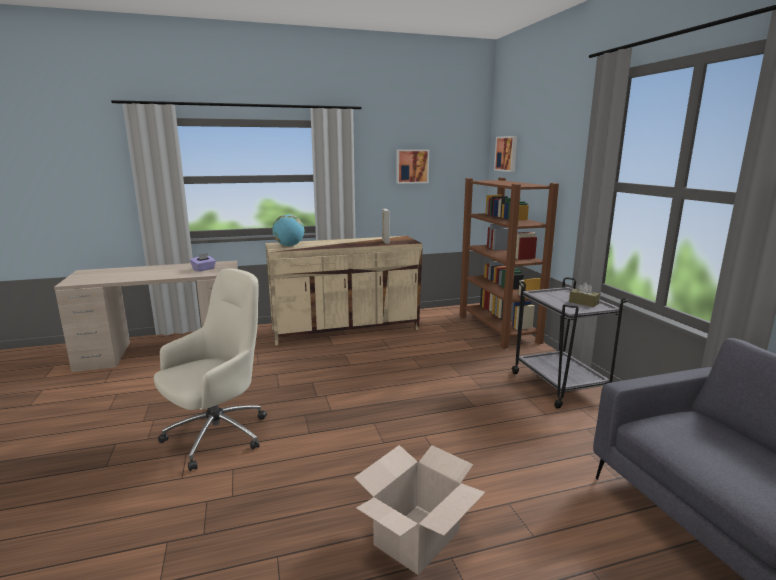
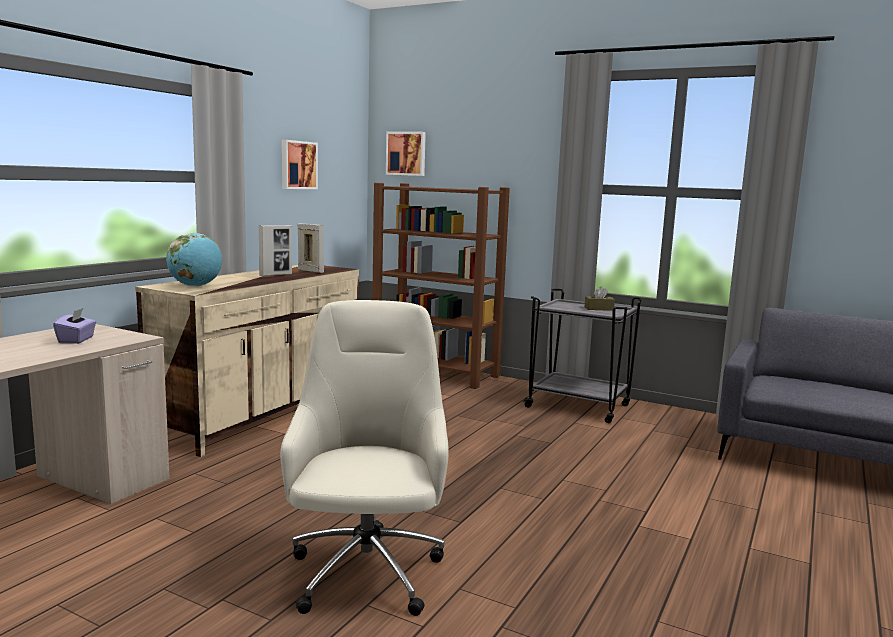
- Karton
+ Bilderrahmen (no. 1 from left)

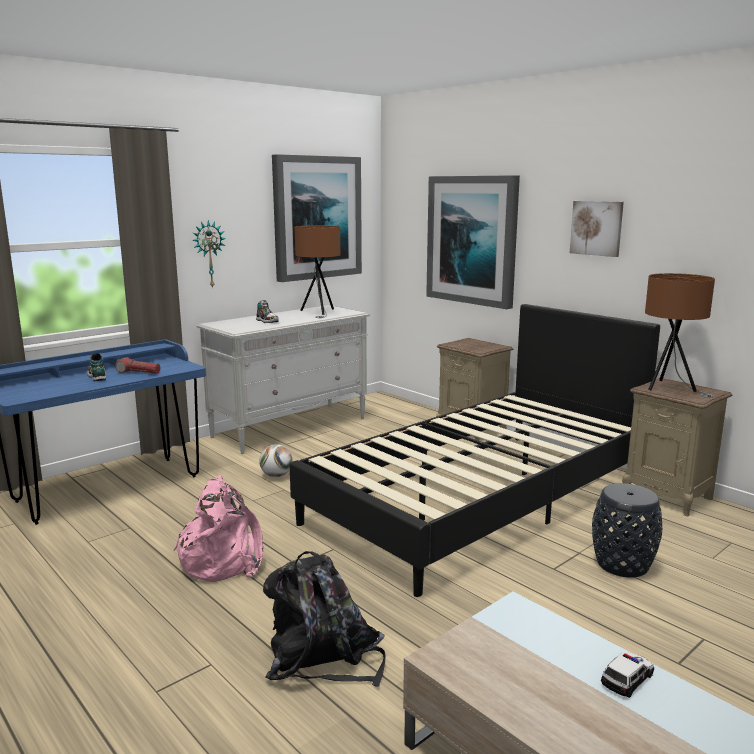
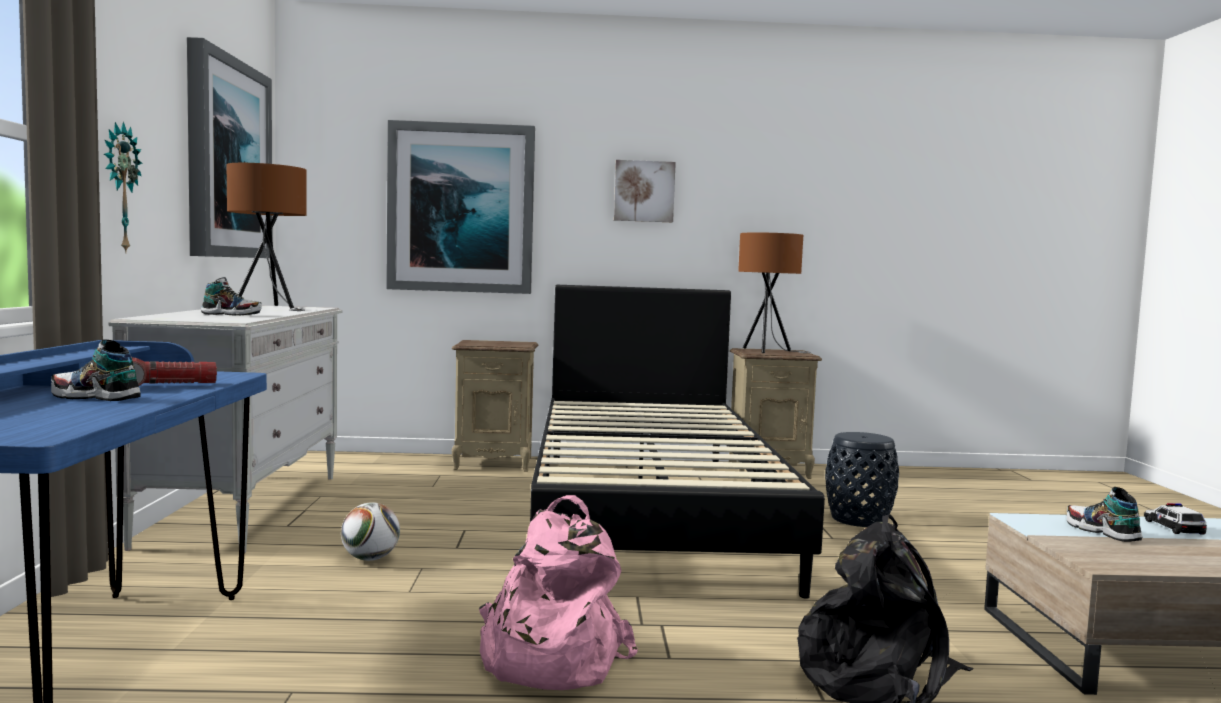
+ Schuh (no. 3 from left)

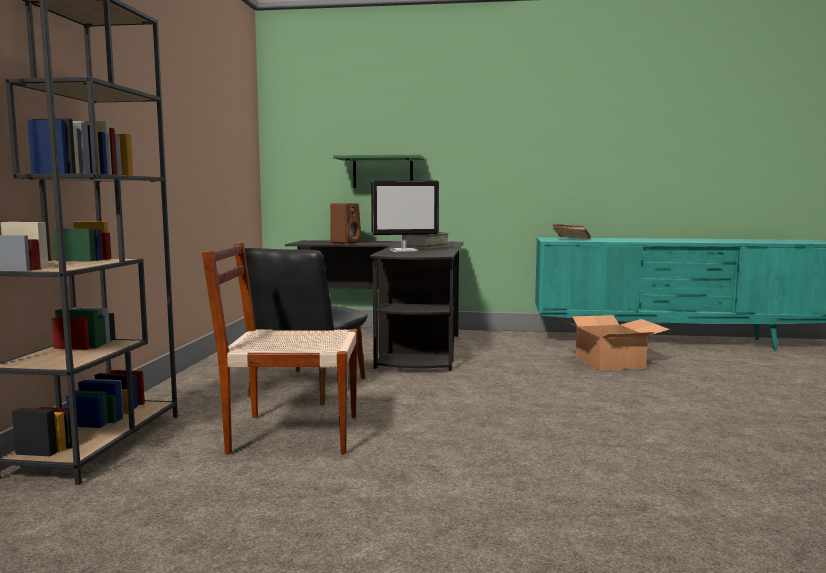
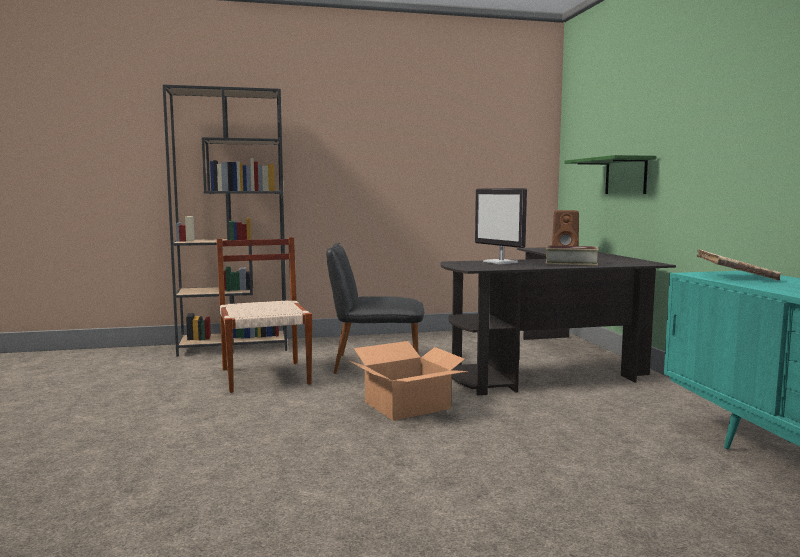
~ Karton

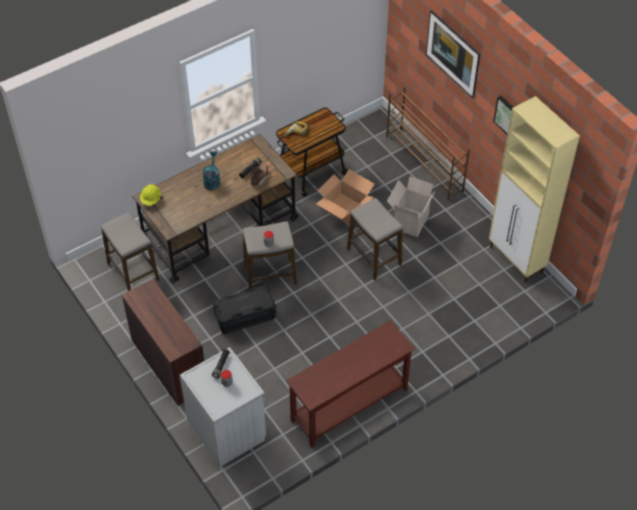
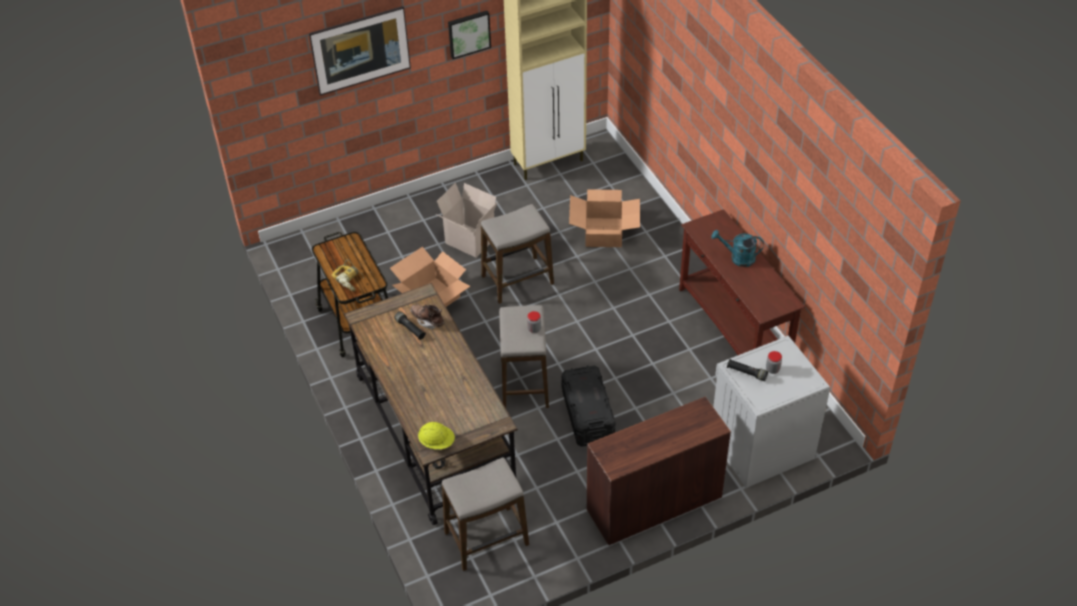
- Schuhregal [braun]
~ Gießkanne [türkis]
+ Karton (no. 3 from left)

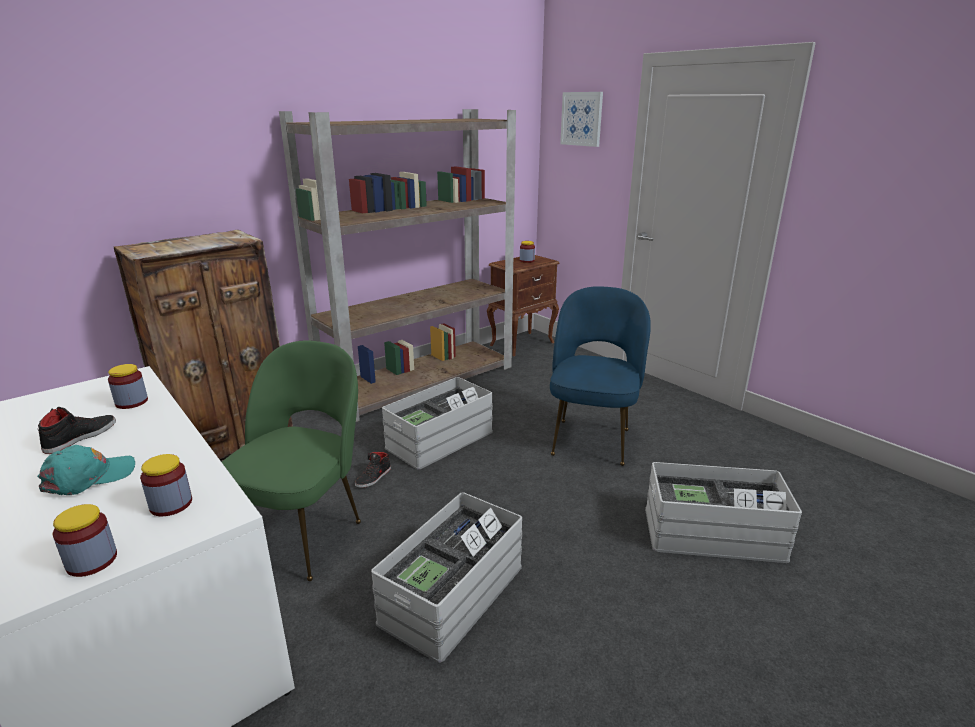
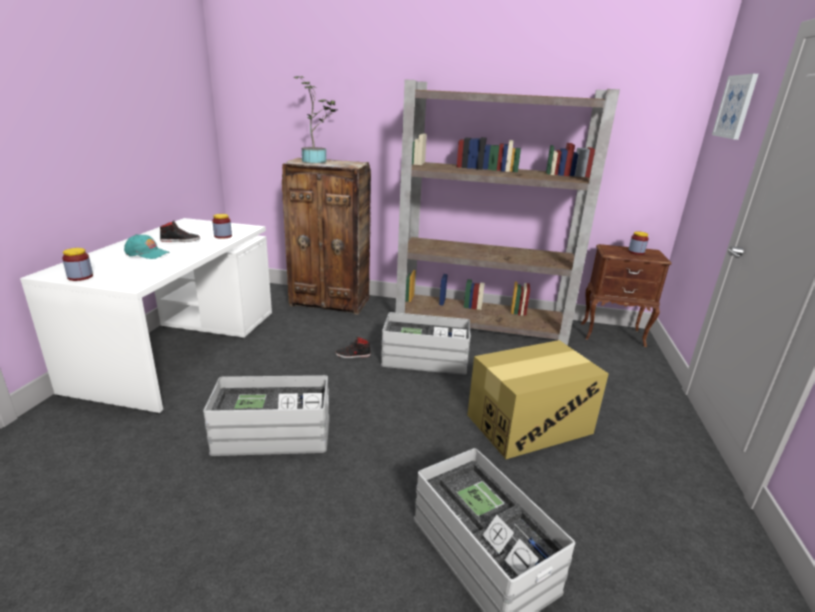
~ Stuhl [blau] to Karton
- Stuhl [grün]
- Vorratsglas (no. 3 from left)
+ Topfpflanze

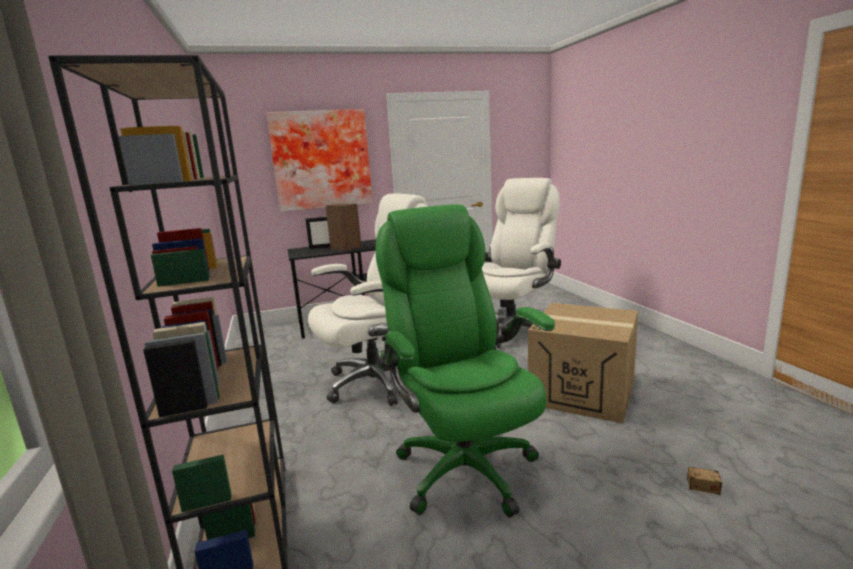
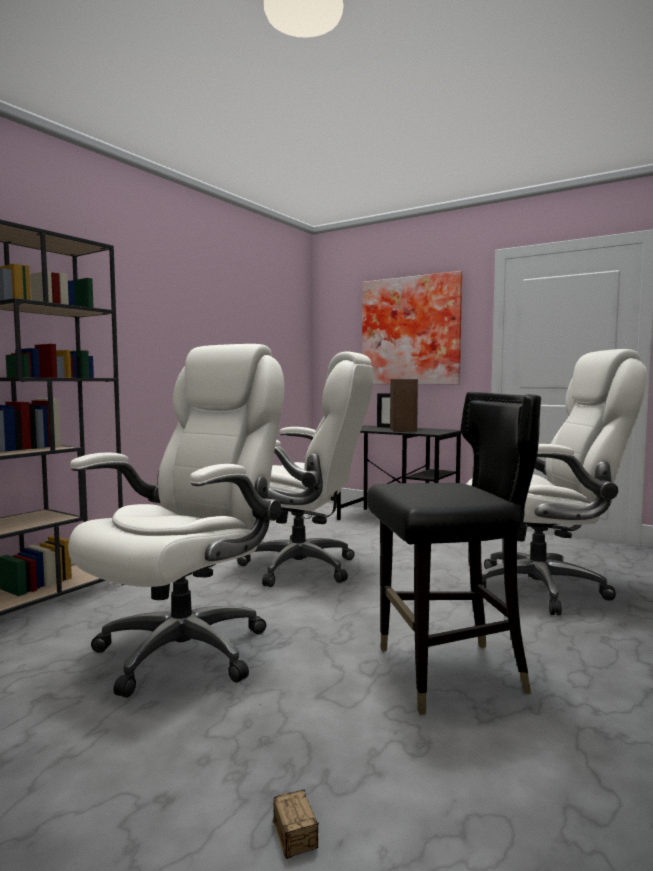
~ Bürostuhl [grün] to Bürostuhl [weiß] (no. 1 from left)
~ Karton to Stuhl [schwarz]

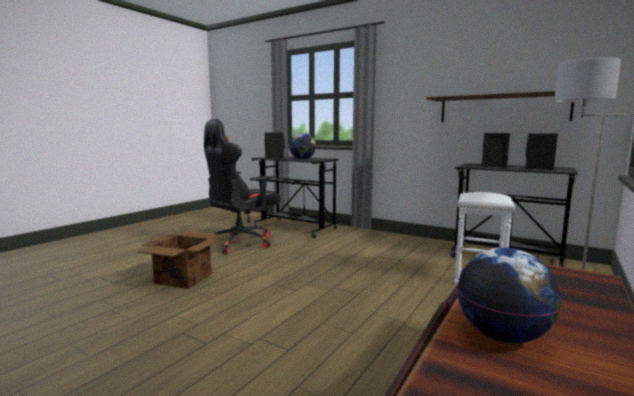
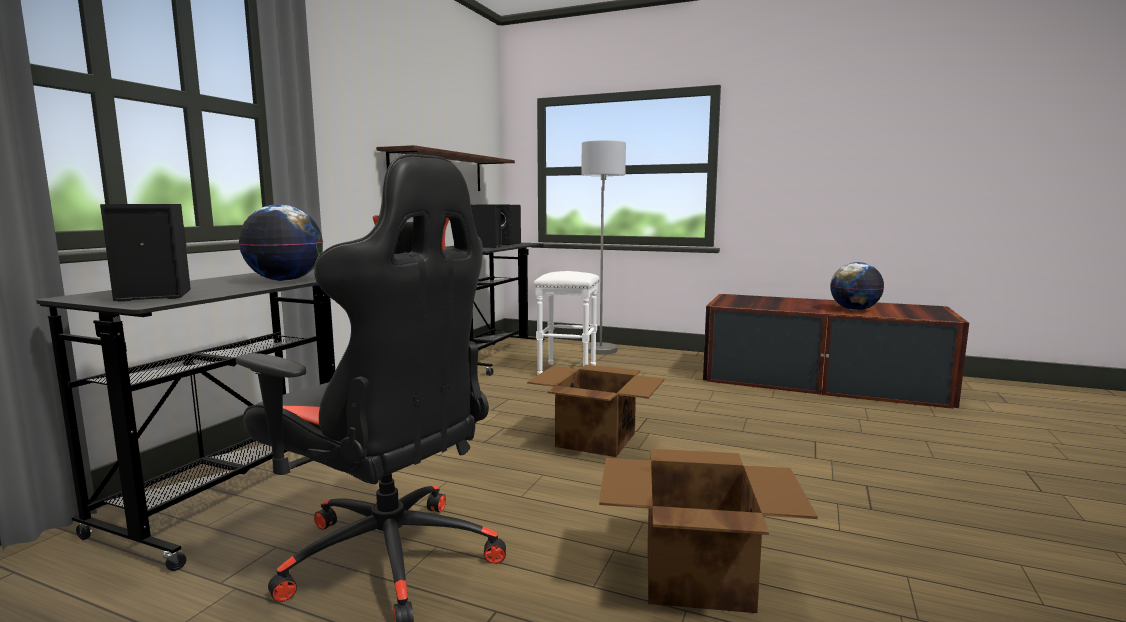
+ Karton (no. 1 from left)

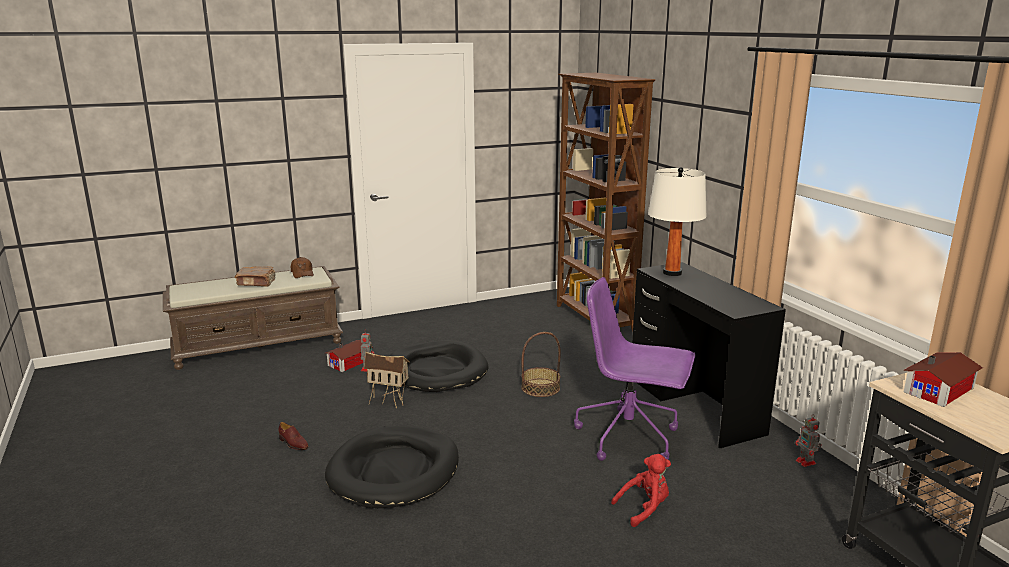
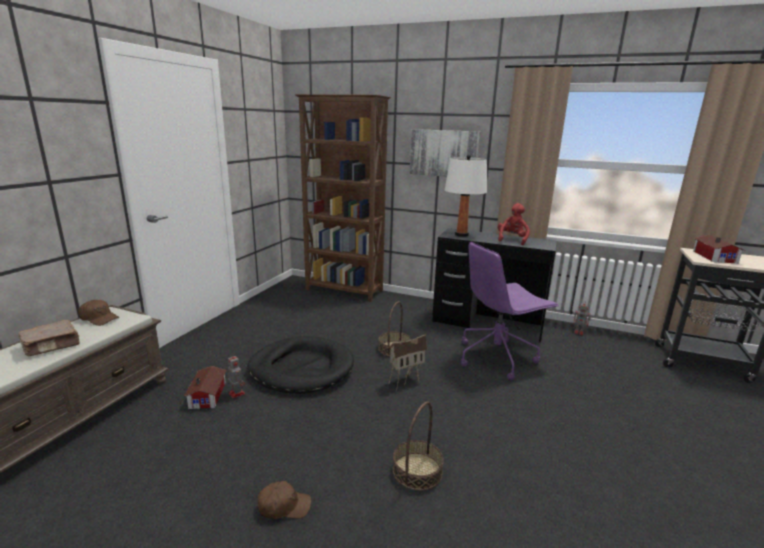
~ Spielzeughaus (no. 2 from left)
~ Schuh [braun] to Kappe [braun] (no. 2 from left)
~ Hundebett [schwarz] (no. 1 from left) to Korb (no. 2 from left)
~ Plüschtier [rot]
+ Bild

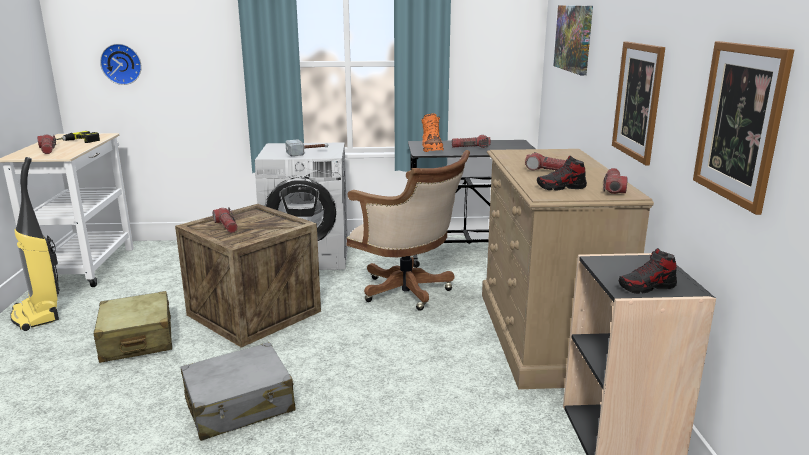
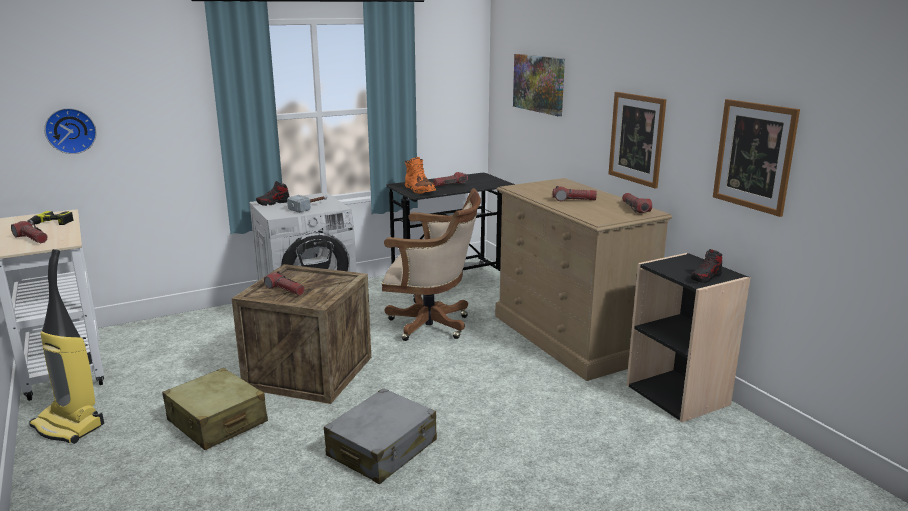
~ Schuh (no. 1 from left)

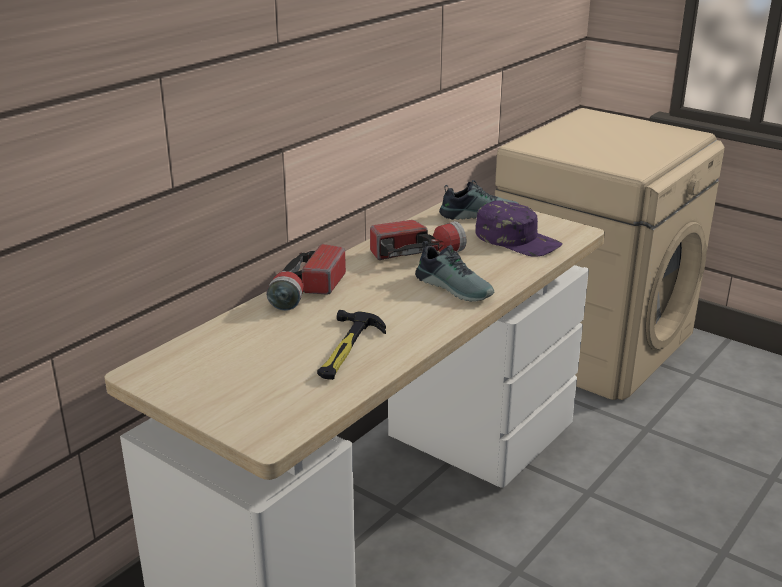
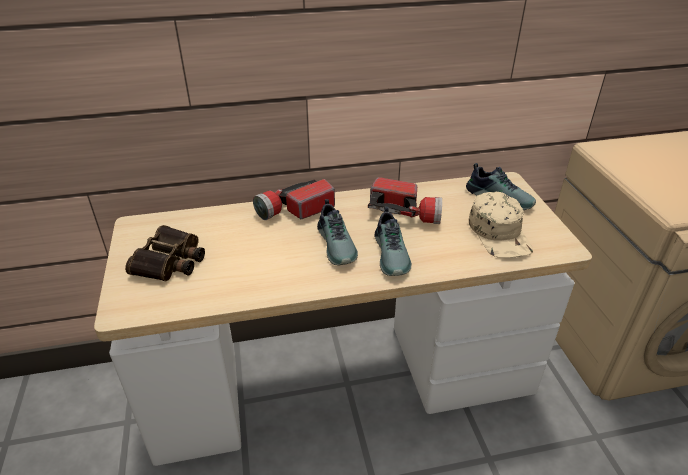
~ Kappe [lila] to Kappe [beige]
- Hammer
+ Schuh (no. 1 from left)
+ Fernglas

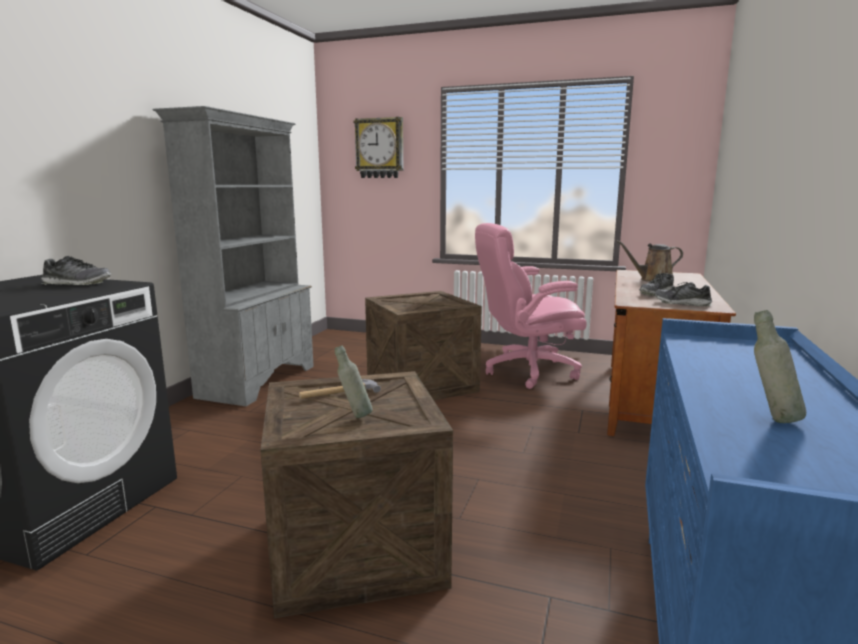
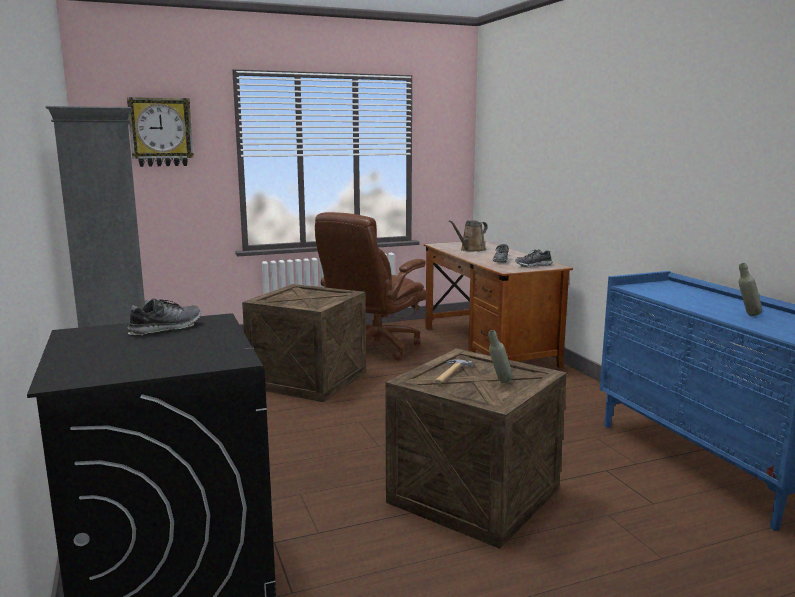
~ Bürostuhl [rosa] to Bürostuhl [braun]

